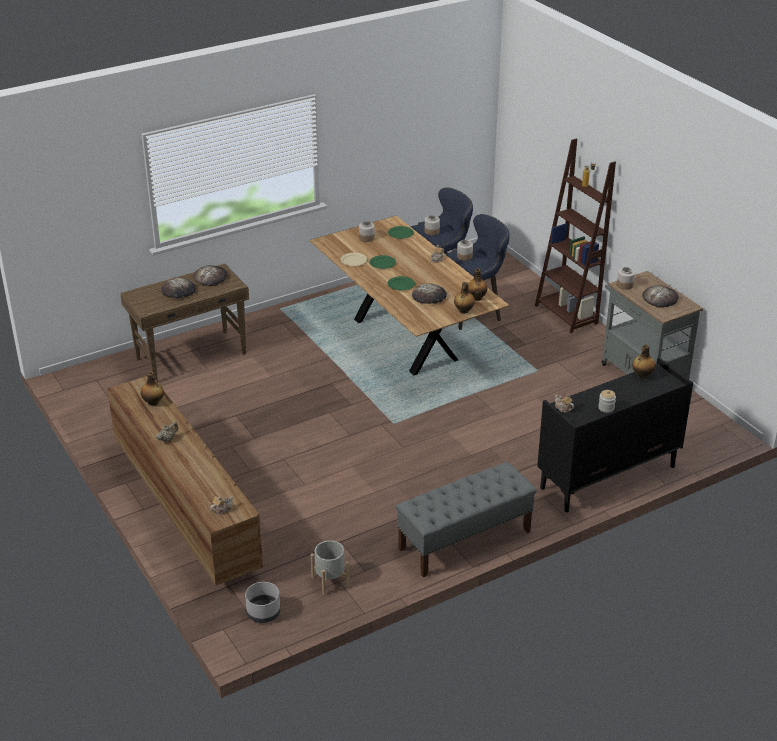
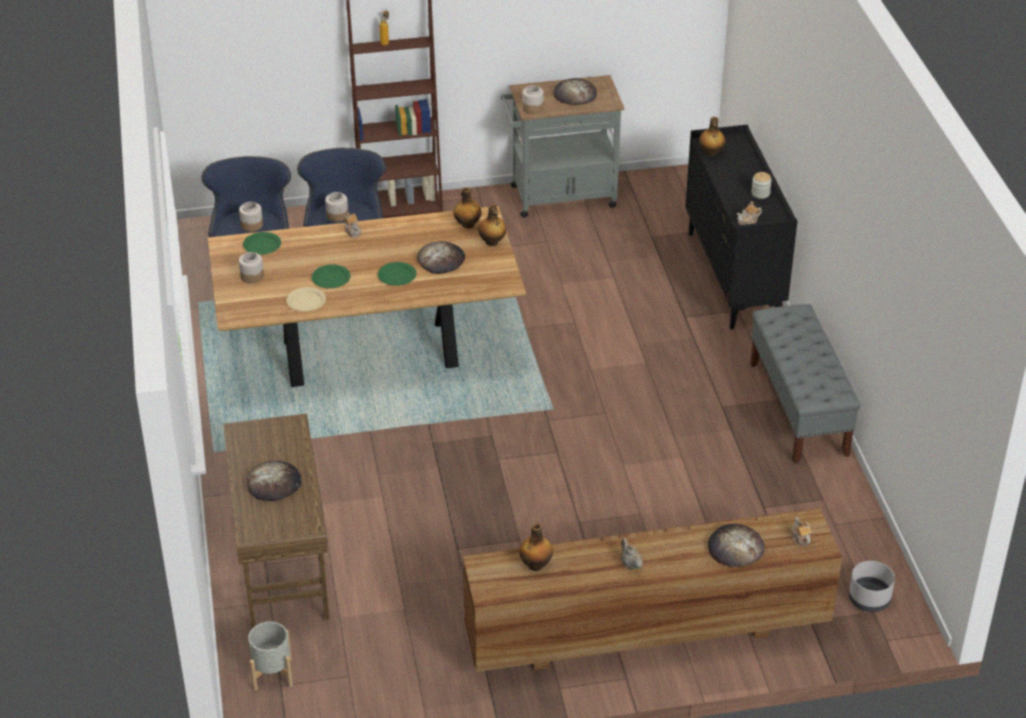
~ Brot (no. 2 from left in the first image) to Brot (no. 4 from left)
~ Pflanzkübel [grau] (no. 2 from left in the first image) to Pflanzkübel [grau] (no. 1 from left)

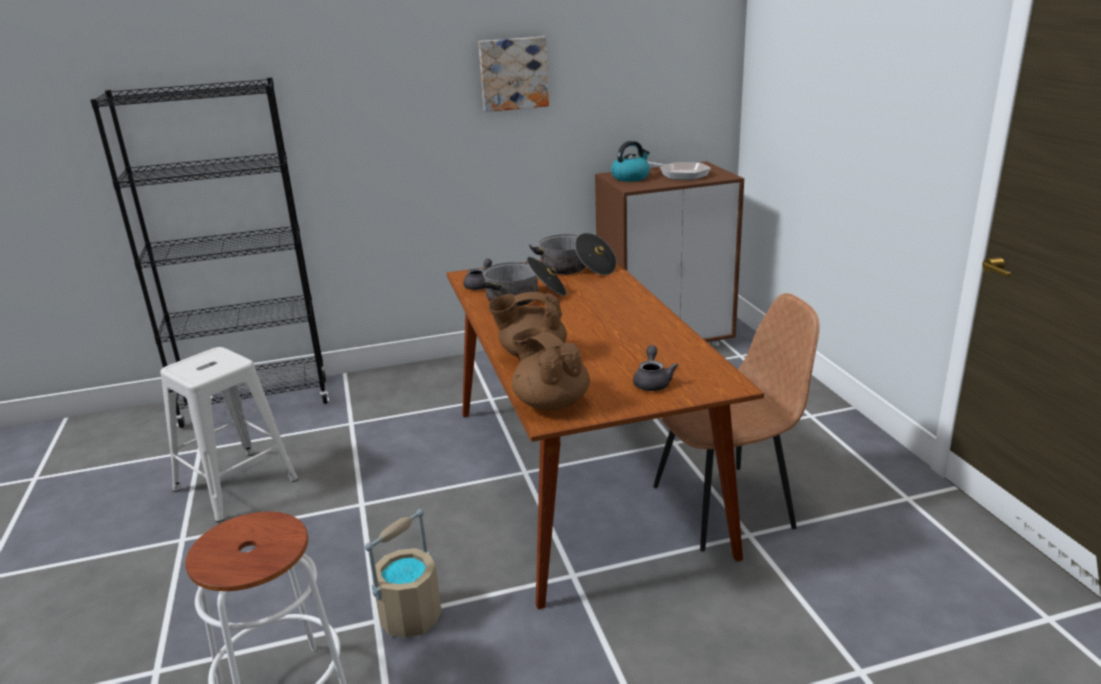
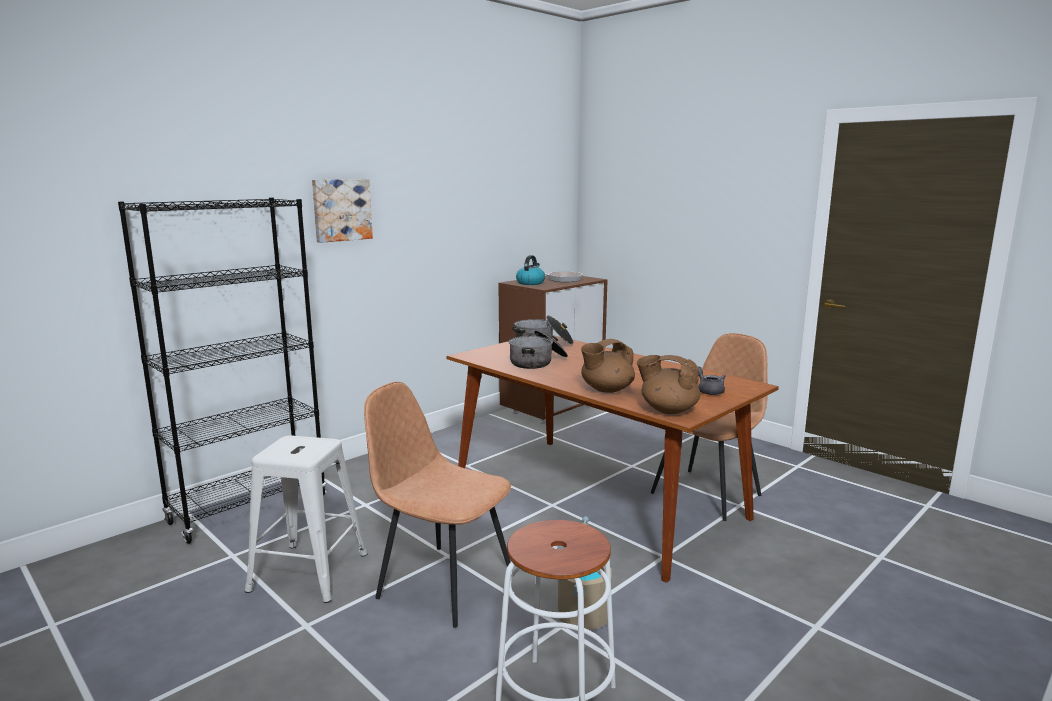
~ Bild
- Teekanne [grau] (no. 1 from left)
+ Stuhl [braun] (no. 1 from left)

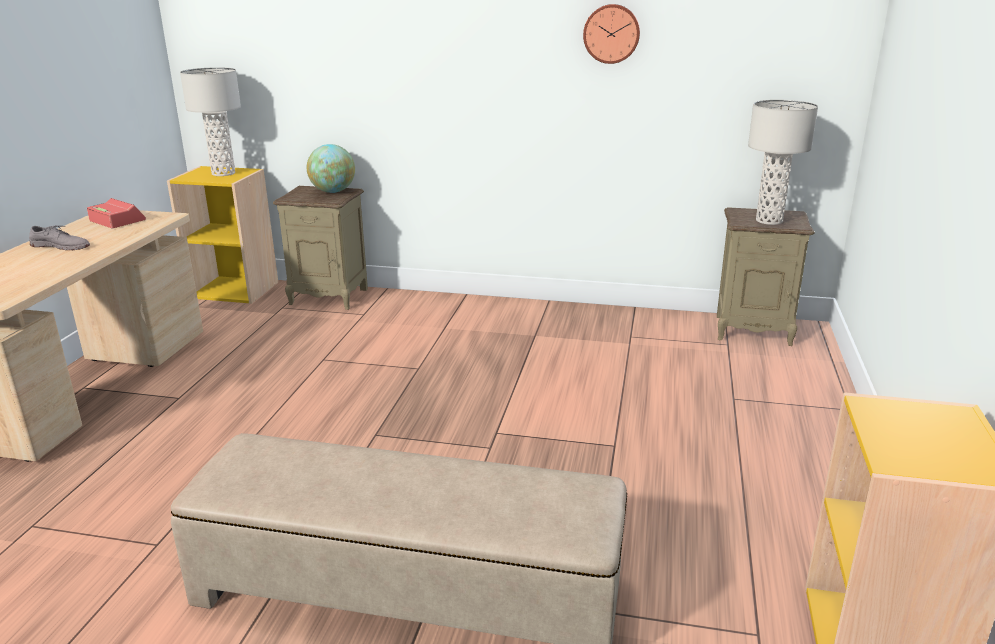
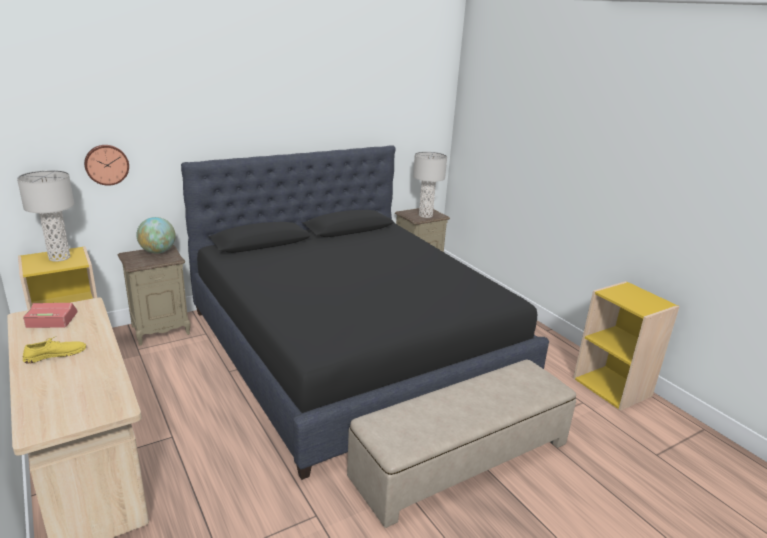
~ Wanduhr
~ Schuh [grau] to Schuh [gelb]
+ Bett [schwarz]

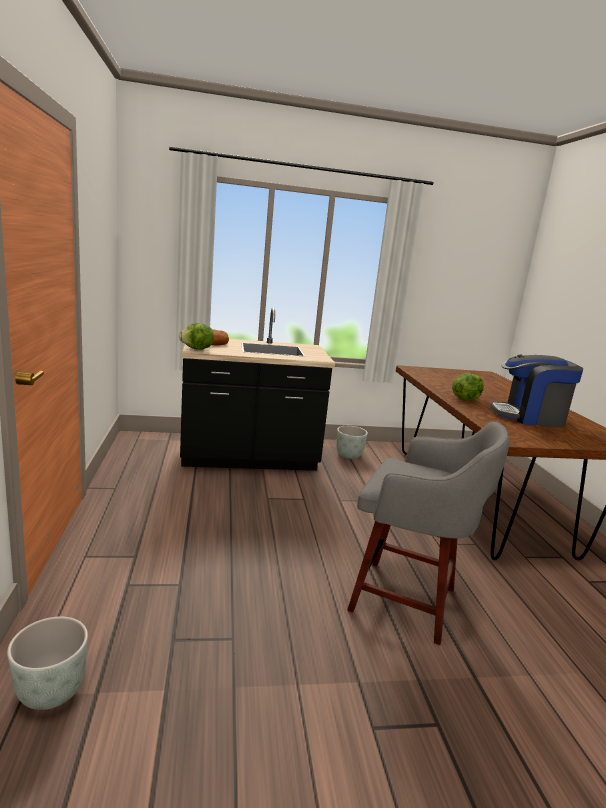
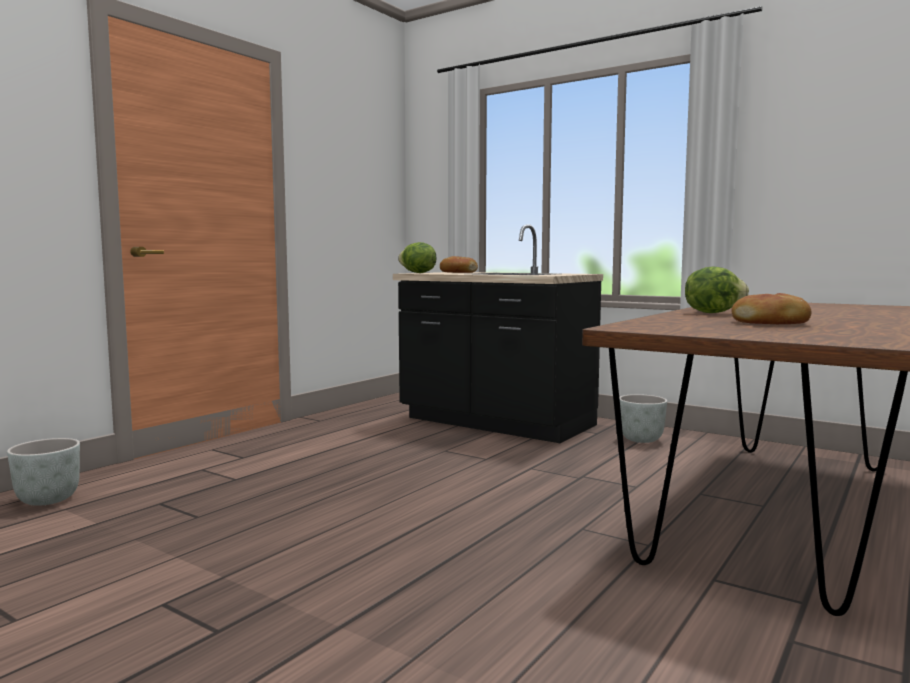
~ Kaffeemaschine to Brot (no. 2 from left)
- Hocker [grau]

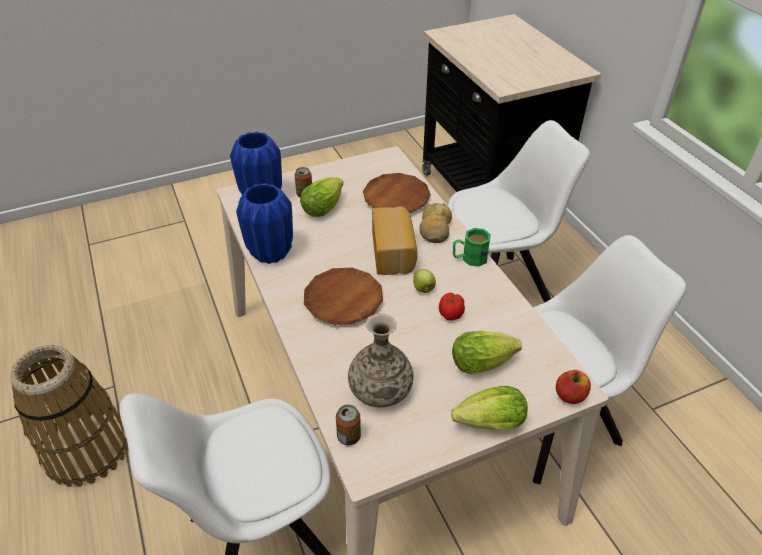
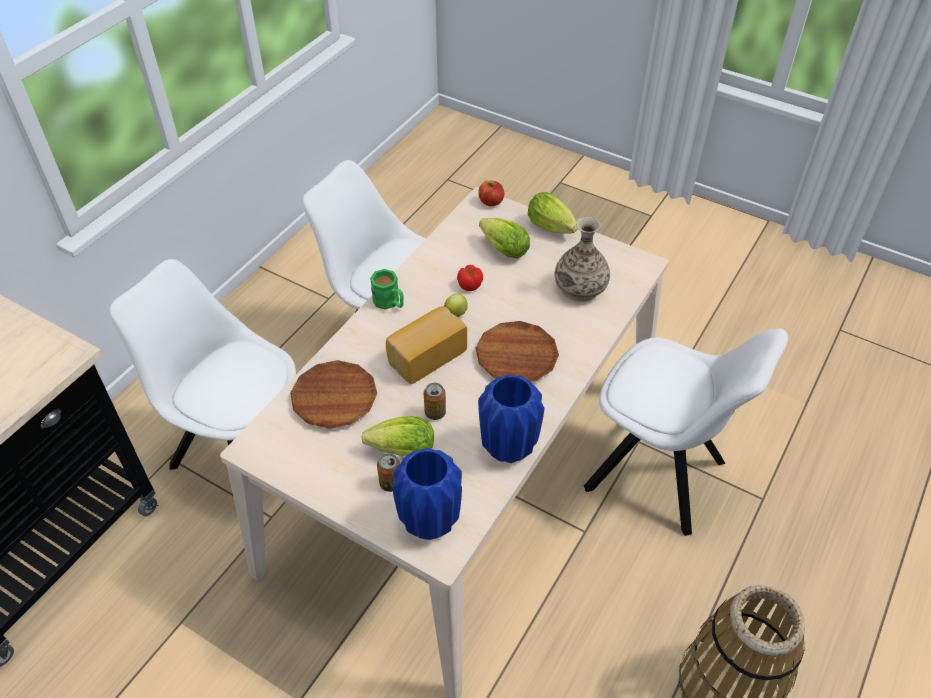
- Brot (no. 2 from left)
~ Dose (no. 2 from left)

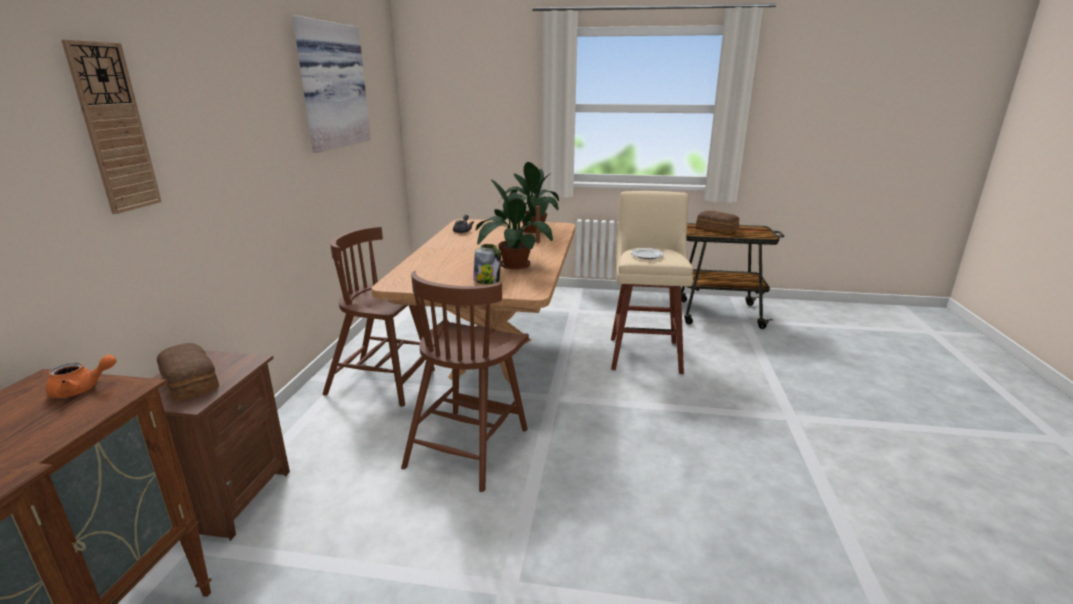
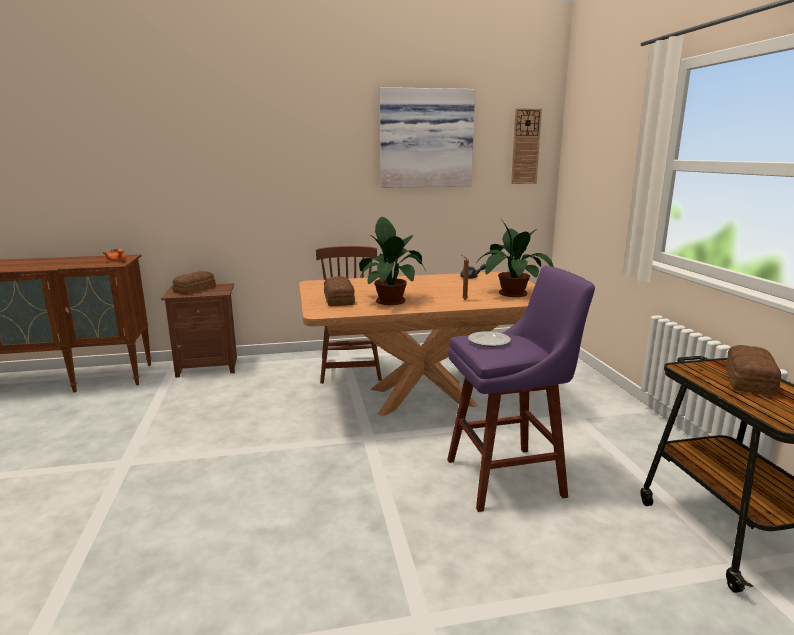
~ Wanduhr
~ Hocker [beige] to Hocker [lila]
~ Vorratsglas to Brot (no. 2 from left)
- Stuhl [braun] (no. 2 from left)

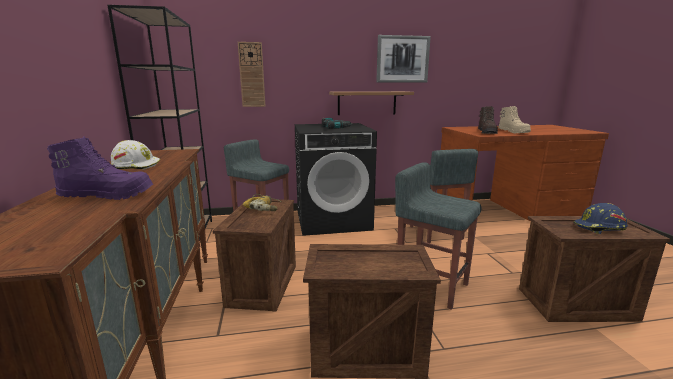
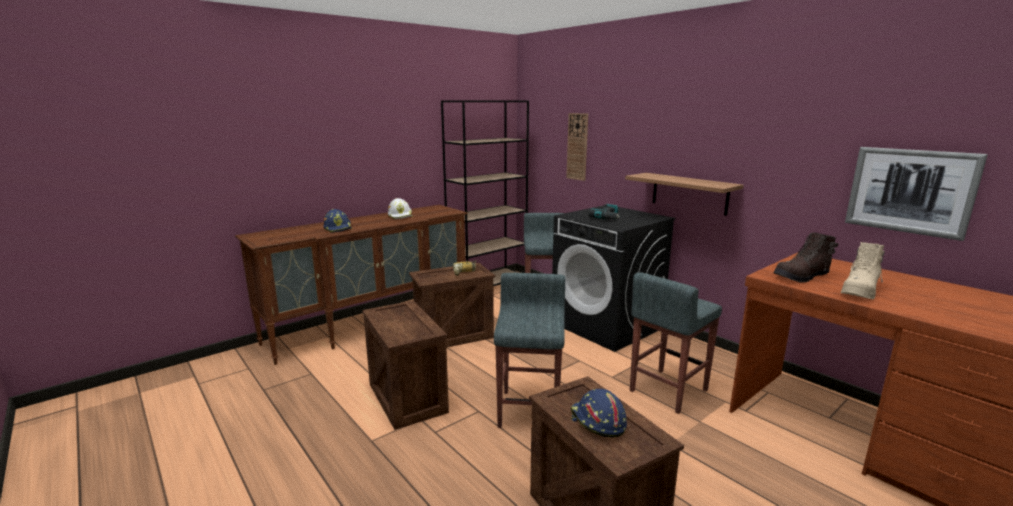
~ Bild
~ Stiefel [lila] to Schutzhelm [blau] (no. 1 from left)

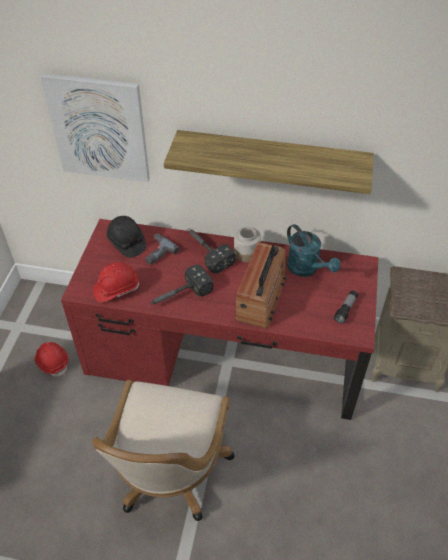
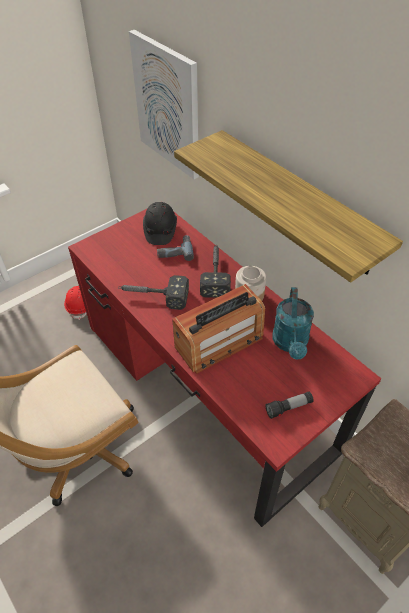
- Schutzhelm [rot] (no. 2 from left)

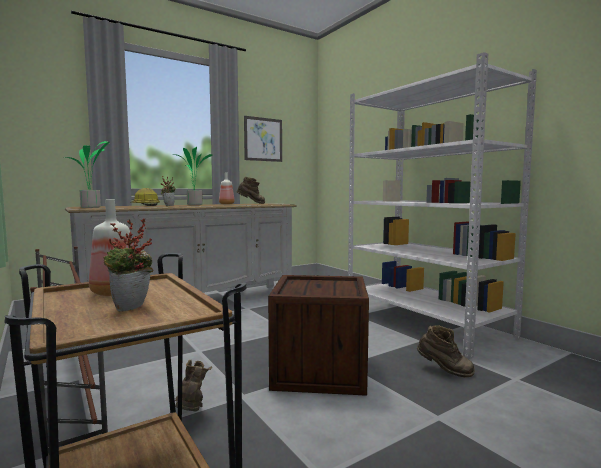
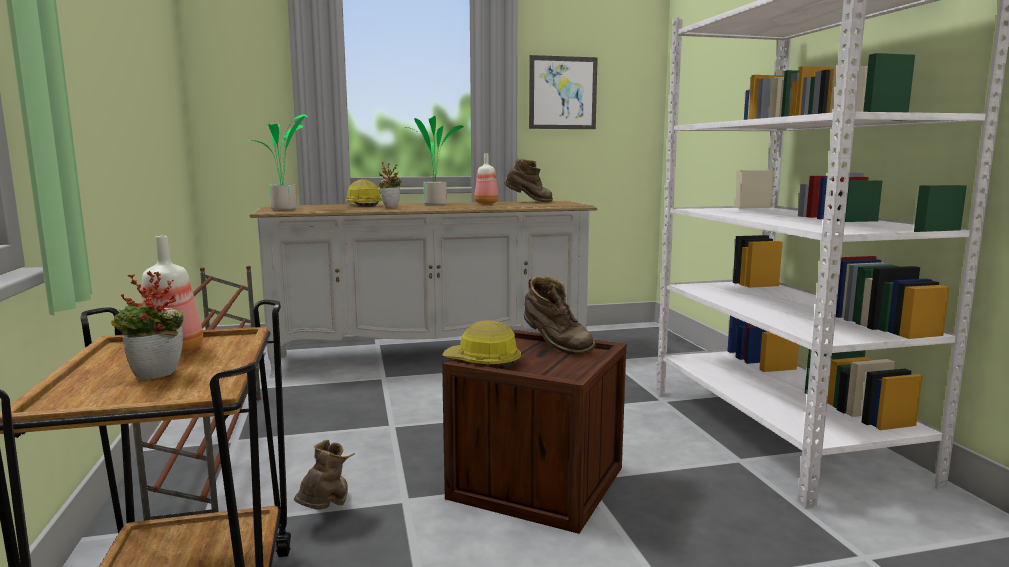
~ Stiefel [braun] (no. 3 from left)
+ Schutzhelm (no. 2 from left)

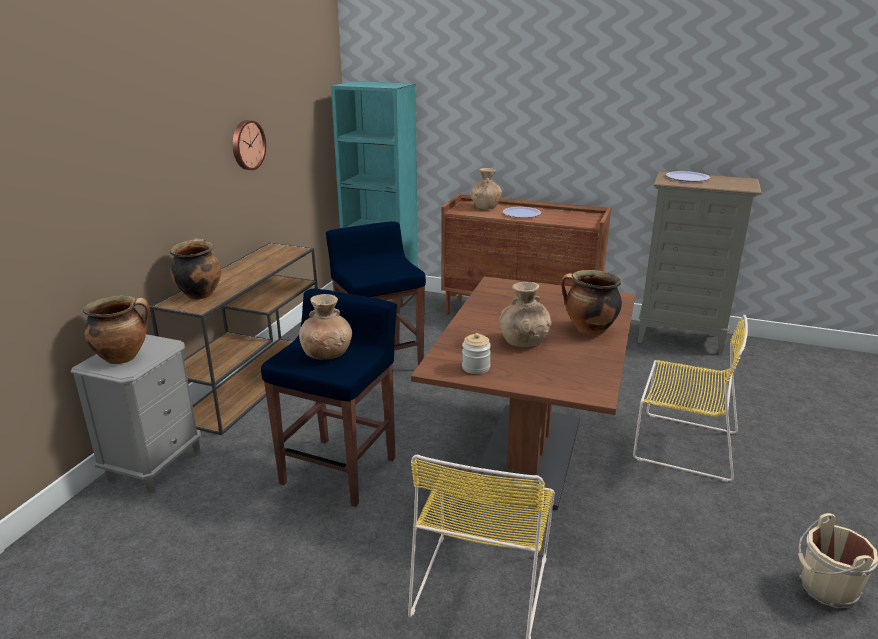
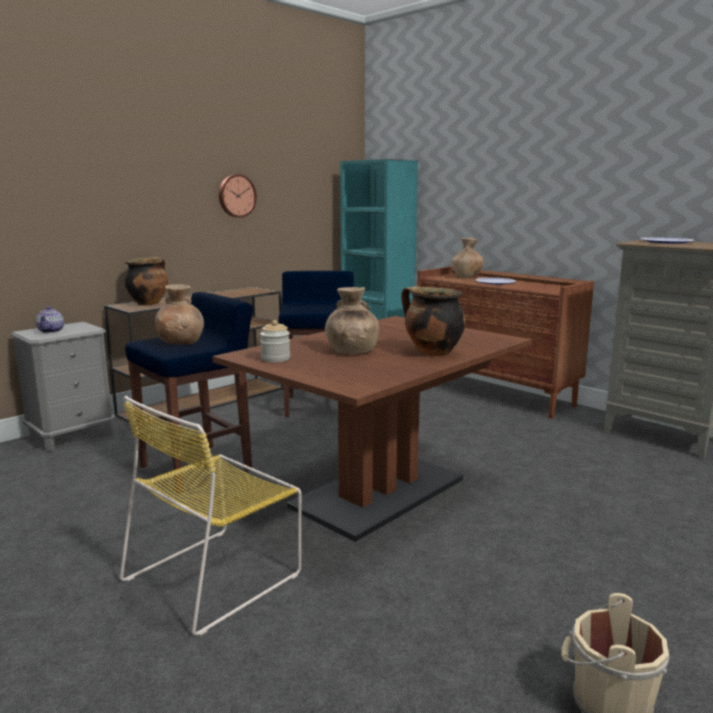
~ Kochtopf (no. 1 from left) to Teekanne
- Stuhl [gelb] (no. 2 from left)

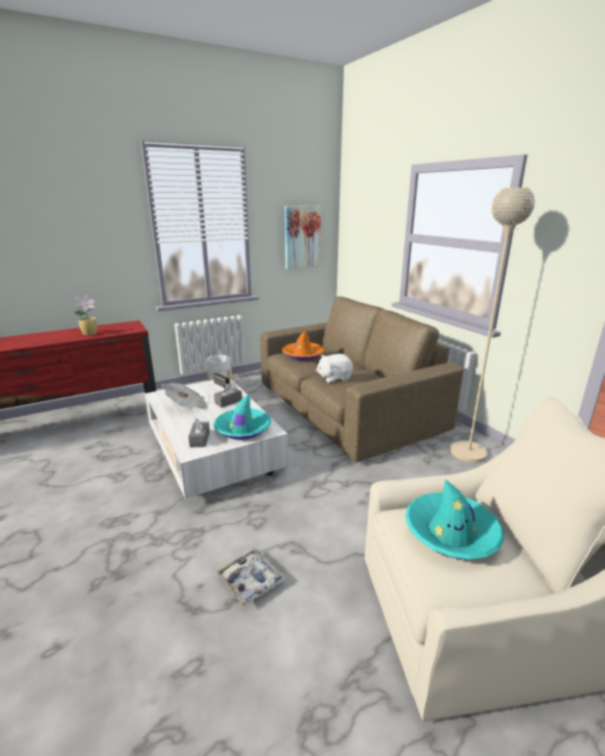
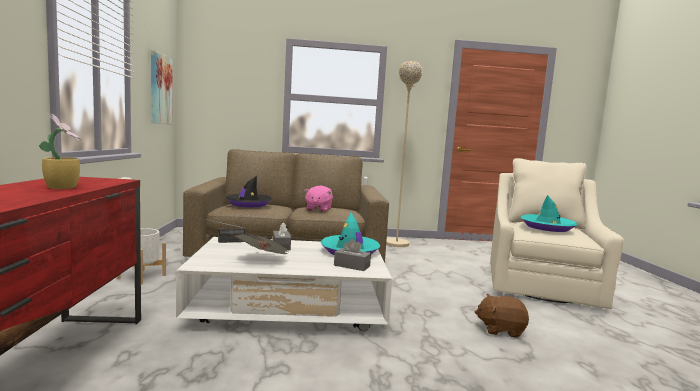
~ Hut [orange] to Hut [schwarz]
~ Plüschtier [weiß] to Plüschtier [rosa]
~ Tablett to Plüschtier [braun]

